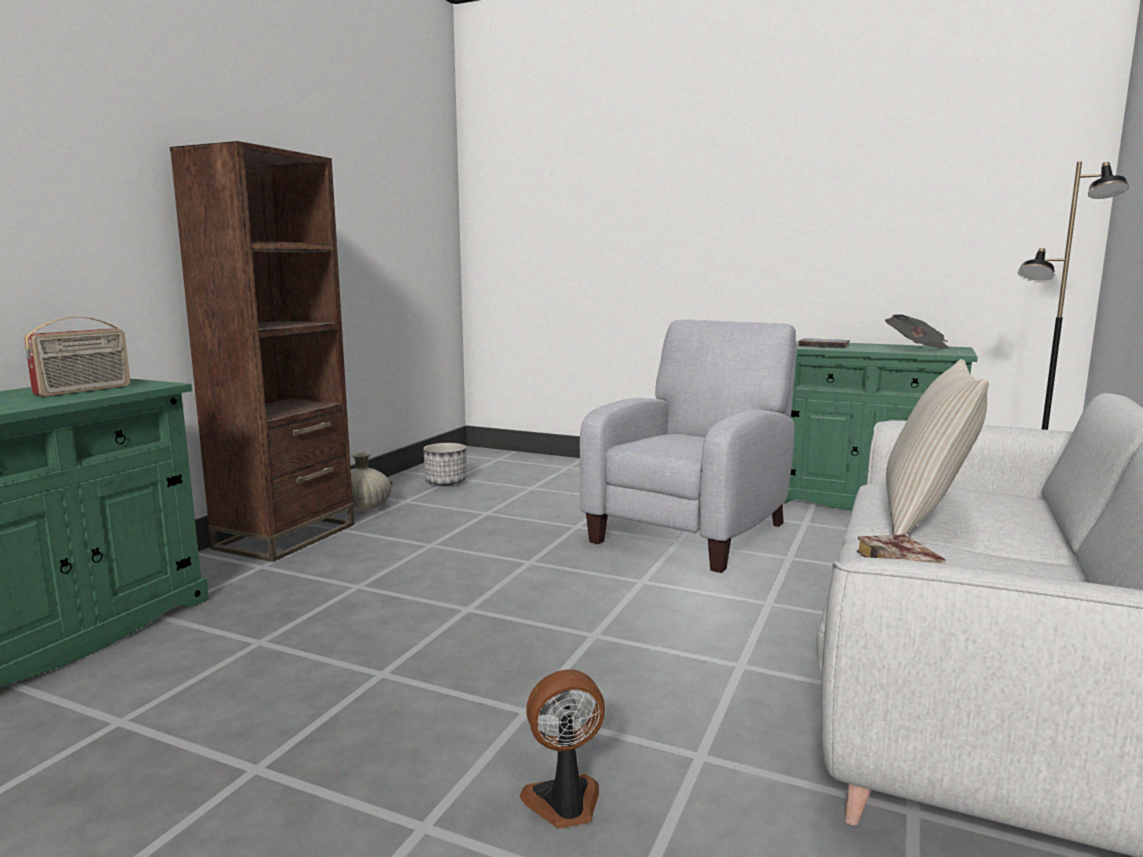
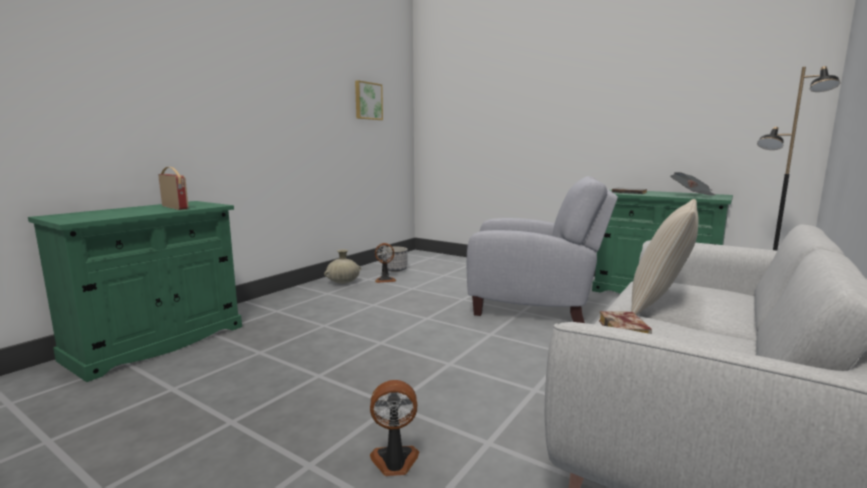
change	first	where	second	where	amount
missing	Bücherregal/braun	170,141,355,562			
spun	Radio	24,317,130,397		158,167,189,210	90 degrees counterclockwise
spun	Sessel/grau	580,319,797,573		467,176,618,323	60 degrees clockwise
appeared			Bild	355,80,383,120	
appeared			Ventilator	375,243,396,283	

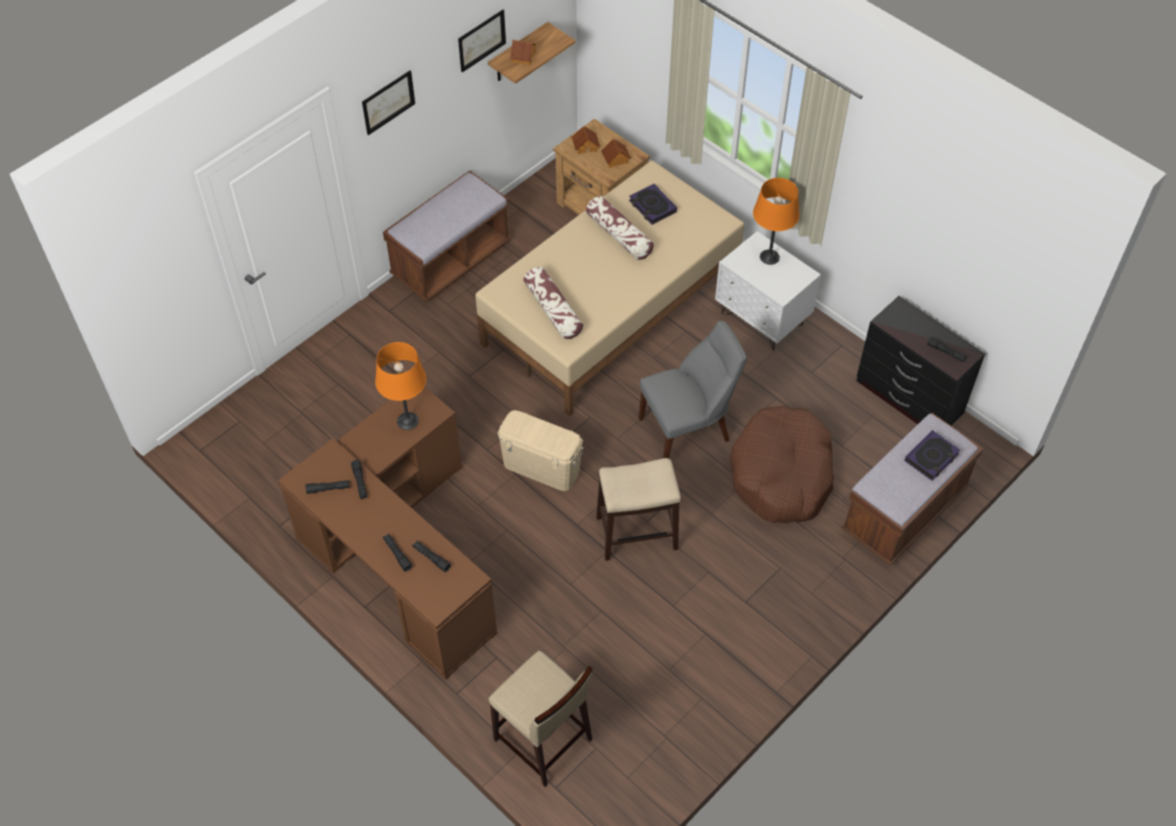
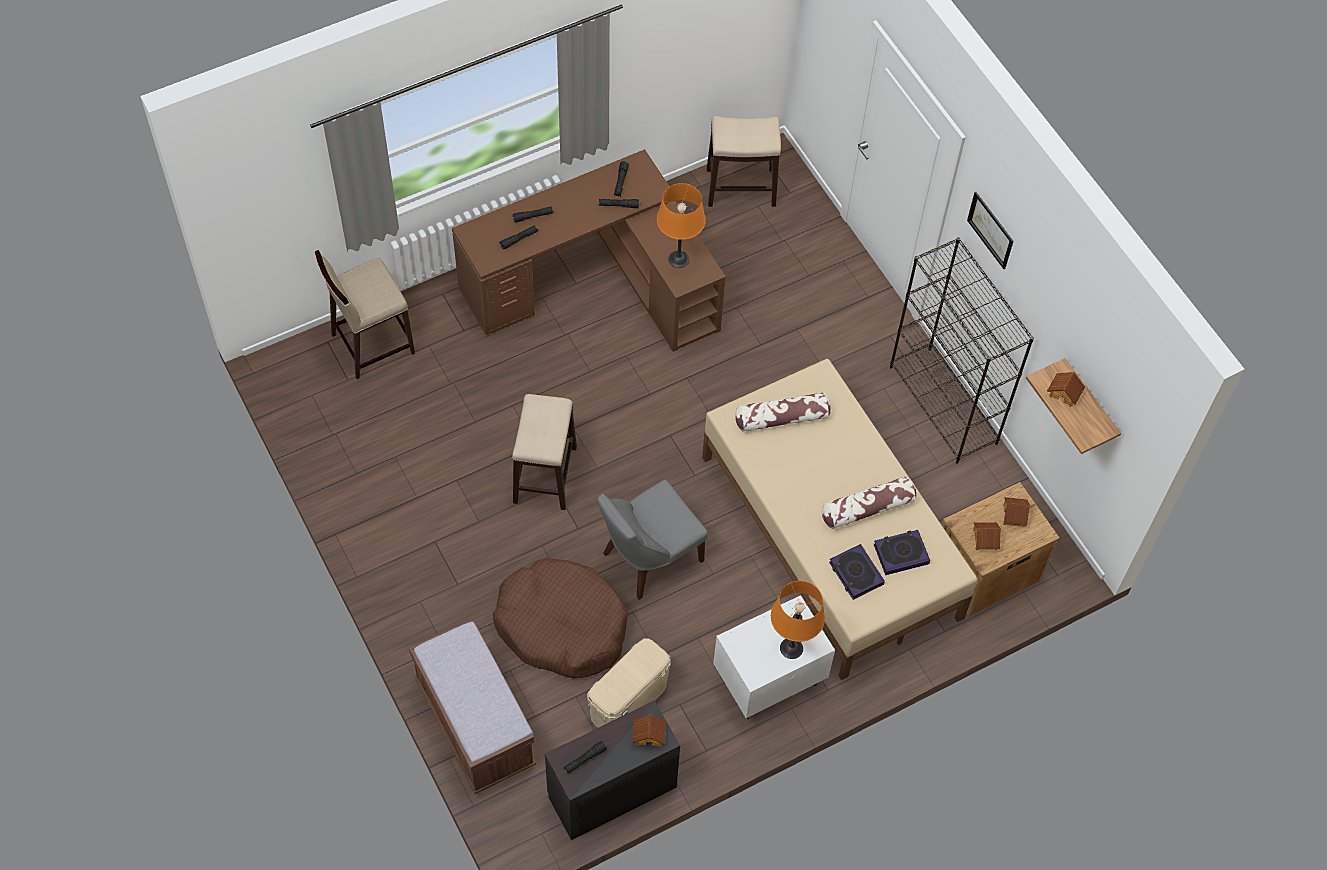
change	first	where	second	where	amount
missing	Bild	458,10,506,73			
exchanged	Bank/braun	383,171,511,302	Bücherregal/schwarz	890,237,1034,464	
spun	Stuhl/grau	639,321,747,459		597,480,708,600	60 degrees clockwise
relocated	Aufbewahrungsbox/beige	497,410,584,491		587,638,671,728	
relocated	Buch	904,430,960,481		829,544,885,600	
appeared			Hocker	707,116,781,207	
appeared			Spielzeughaus	632,714,666,747	

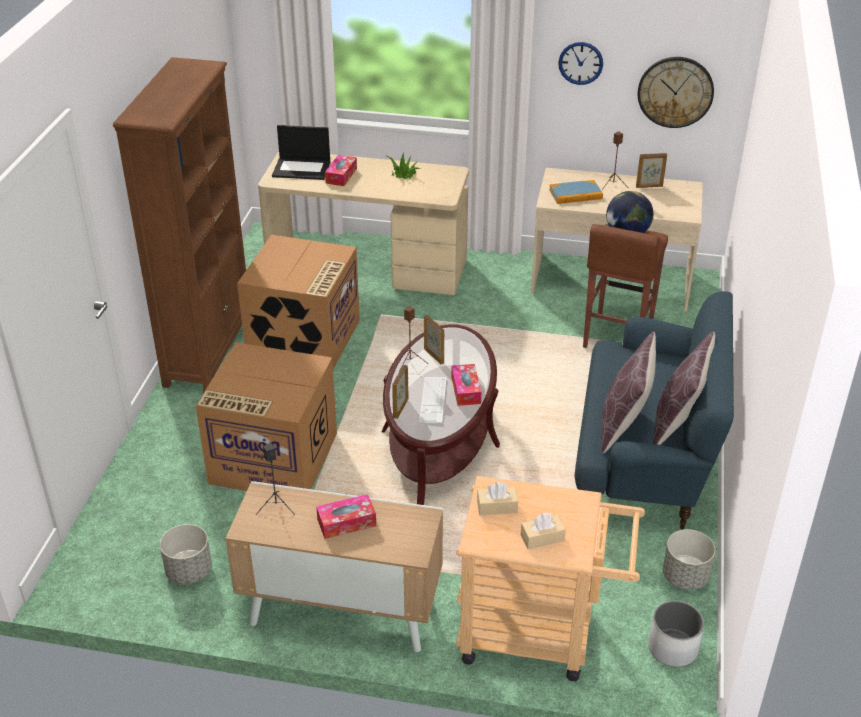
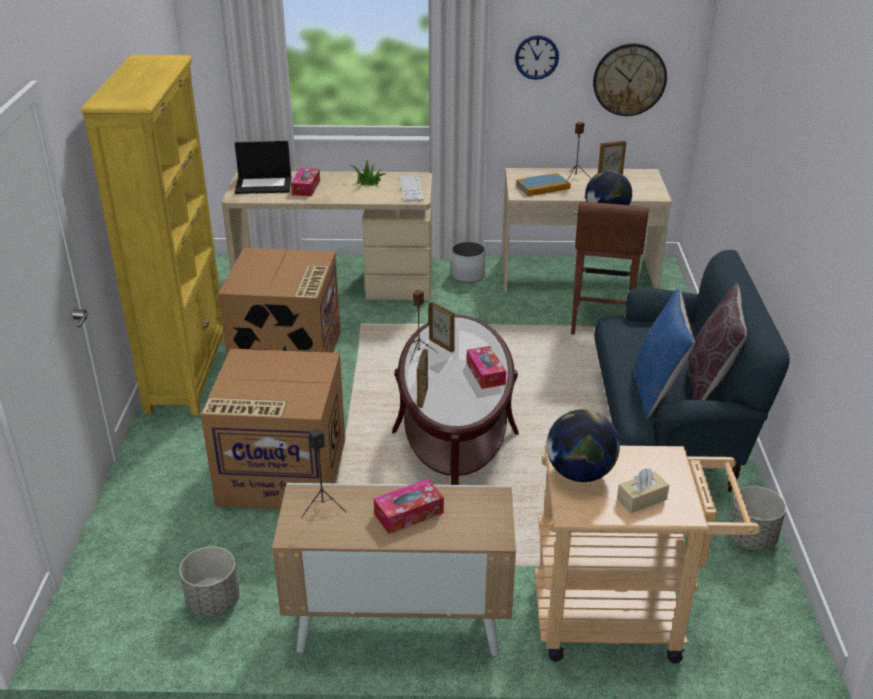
change	first	where	second	where	amount
colour	Bücherregal/braun	113,57,246,392	Bücherregal/gelb	81,55,225,415	
colour	Kissen/braun	601,332,656,454	Kissen/blau	634,288,695,419	
relocated	Tastatur	419,377,447,424		400,175,423,202	
exchanged	Taschentuchbox/beige	477,482,518,515	Globus	547,409,620,482	
relocated	Pflanzkübel/weiß	648,601,704,667		451,242,486,283	

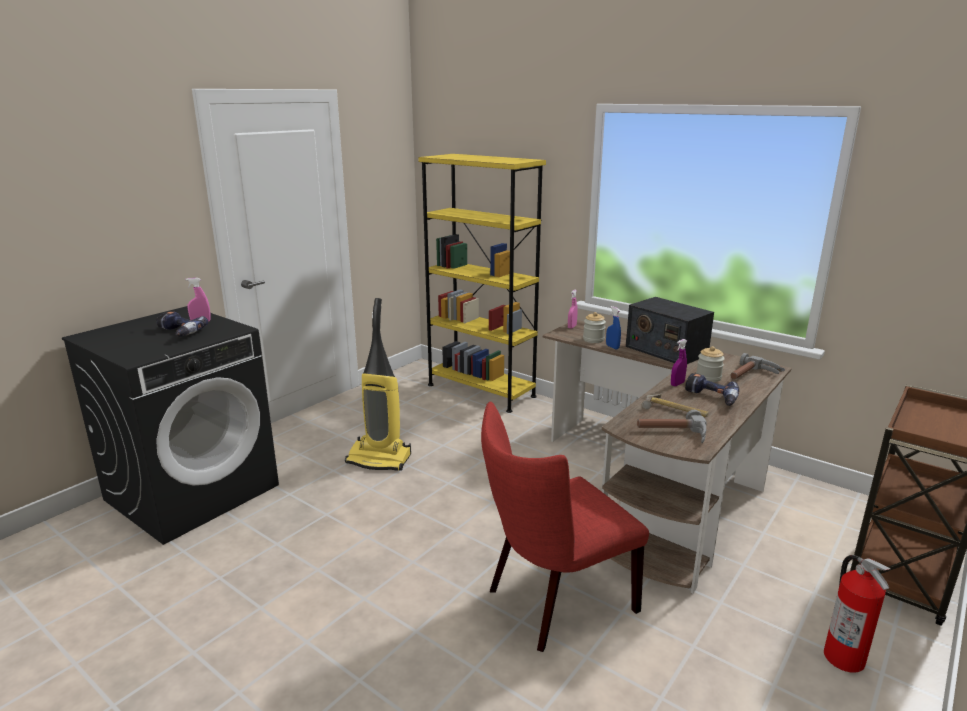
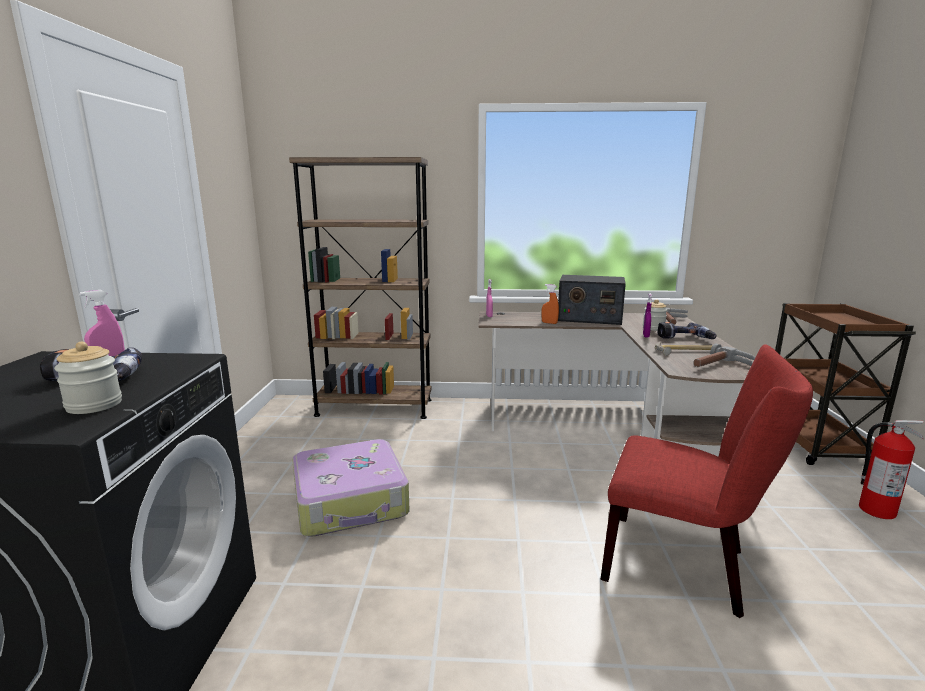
change	first	where	second	where	amount
colour	Bücherregal/gelb	418,154,546,413	Bücherregal/braun	289,157,431,419	
exchanged	Staubsauger	345,298,411,471	Koffer	292,439,410,537	
colour	Sprühflasche/blau	606,306,621,350	Sprühflasche/orange	541,284,559,324	
relocated	Vorratsglas	583,312,606,343		54,342,122,414	
spun	Stuhl/rot	481,402,649,652		600,344,813,618	90 degrees counterclockwise

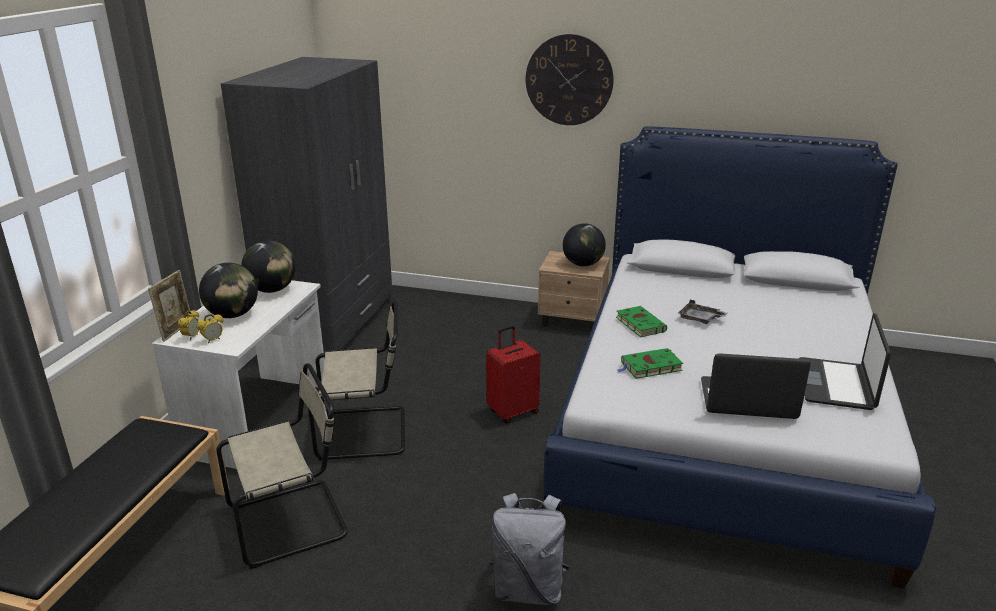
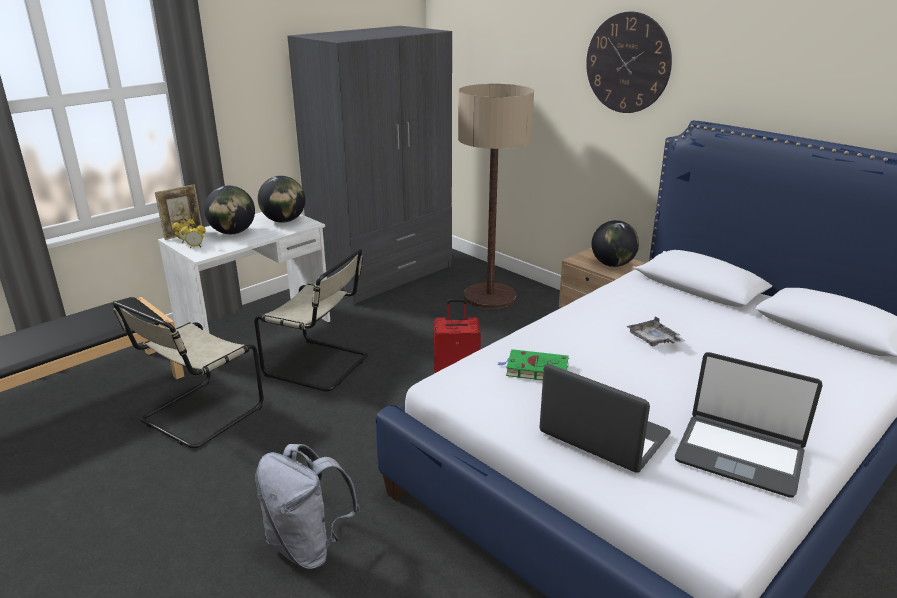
change	first	where	second	where	amount
missing	Buch/grün	616,306,667,337			
spun	Laptop	799,313,891,410		675,352,823,498	105 degrees counterclockwise
spun	Stuhl/beige	216,363,348,569		112,301,264,448	120 degrees clockwise
appeared			Stehlampe	458,84,534,309	

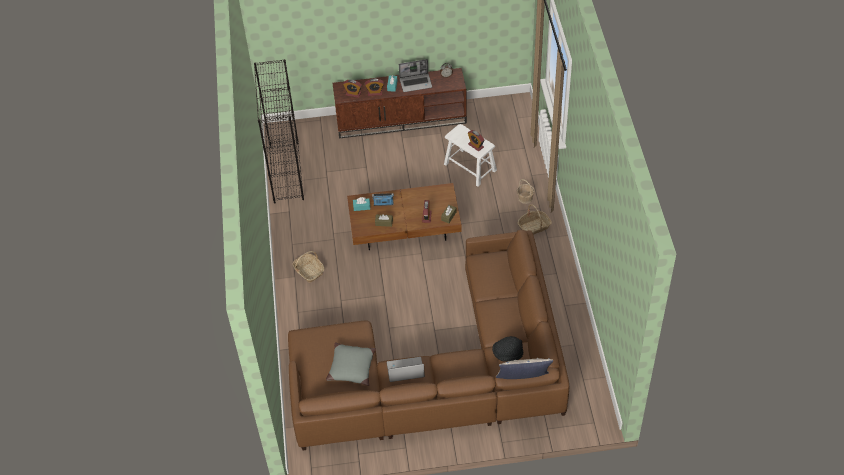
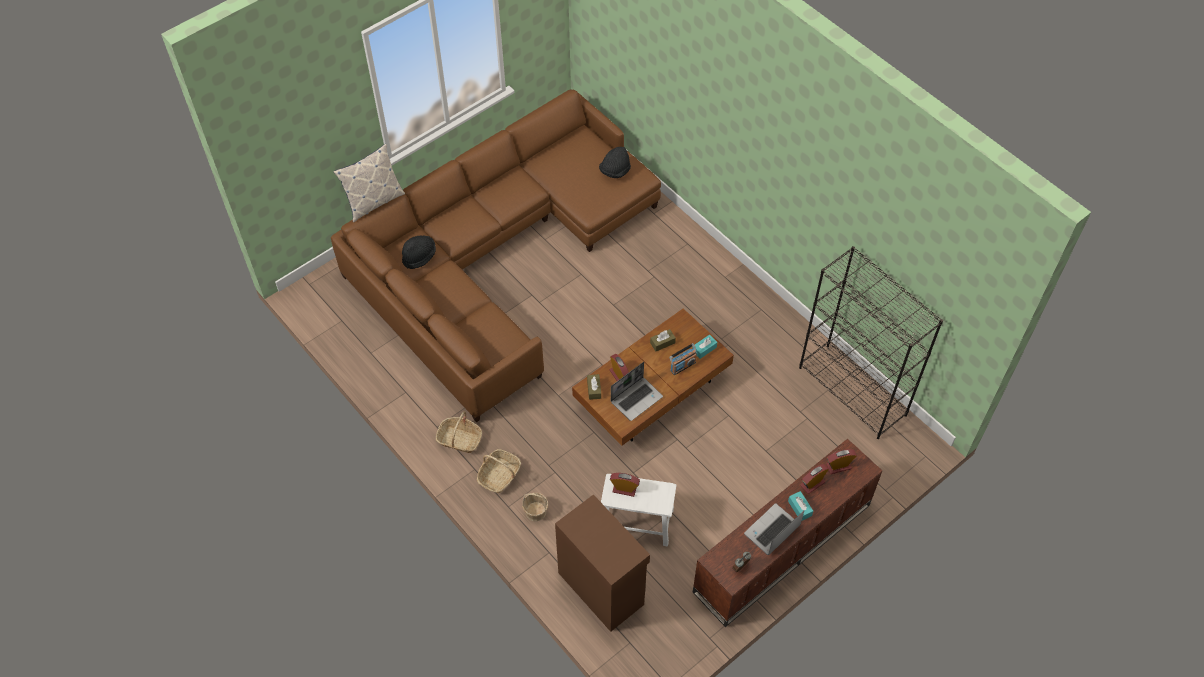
change	first	where	second	where	amount
relocated	Korb	292,251,325,283		436,411,482,453	
missing	Kissen/grau	326,342,376,386			
relocated	Laptop	387,357,425,382		611,362,663,421	
appeared			Hut/schwarz	599,147,631,178	
appeared			Schrank/braun	555,494,650,632	

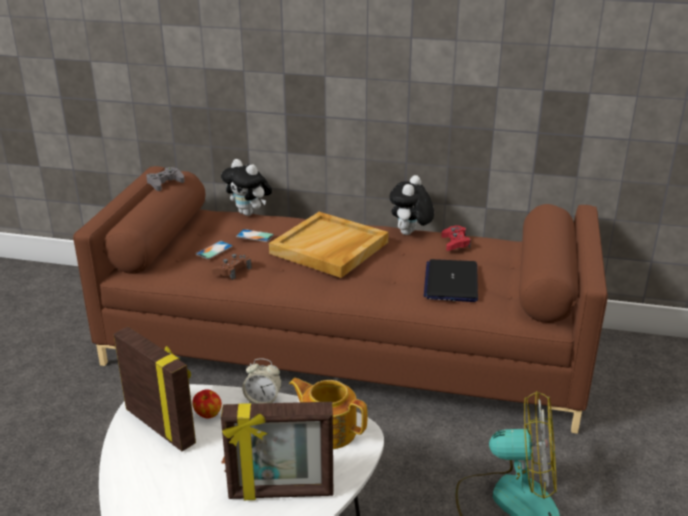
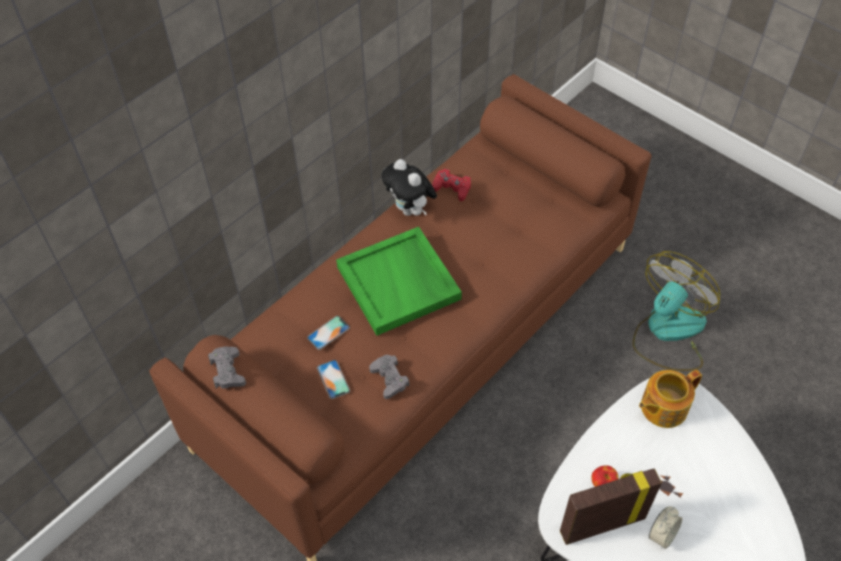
change	first	where	second	where	amount
missing	Plüschtier	221,159,272,216			
colour	Tablett/beige	269,212,389,278	Tablett/grün	336,227,462,336	
colour	Gamepad/braun	212,253,251,280	Gamepad/grau	369,355,409,399	
missing	Laptop	424,259,478,302			
relocated	Wecker	242,358,282,404		649,506,682,549	
missing	Bilderrahmen	221,402,333,500			

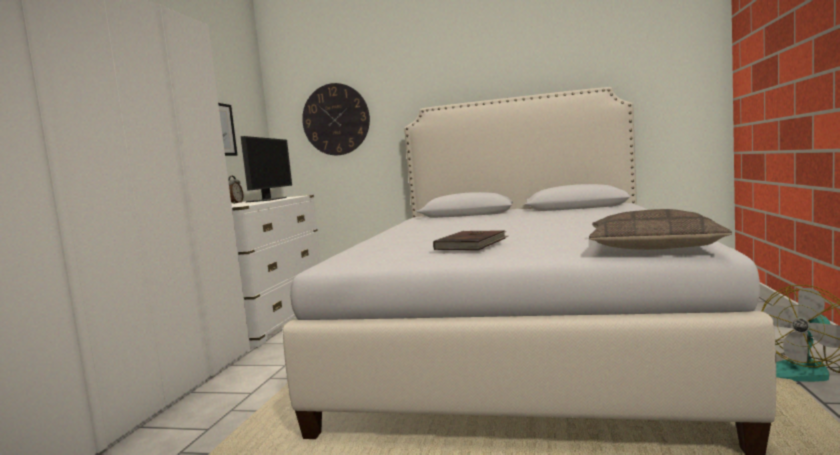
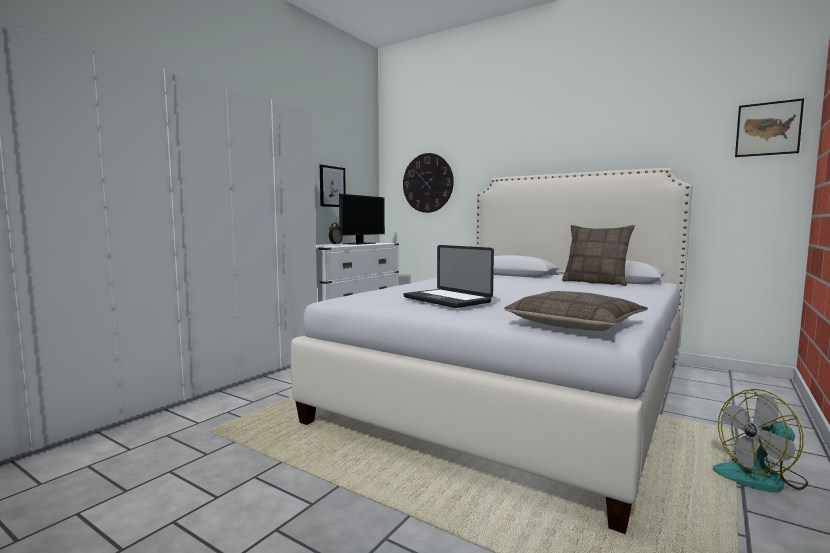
change	first	where	second	where	amount
exchanged	Buch/braun	433,230,508,250	Laptop	404,245,494,308	
appeared			Bild	735,98,804,157	
appeared			Kissen	562,225,635,286	

